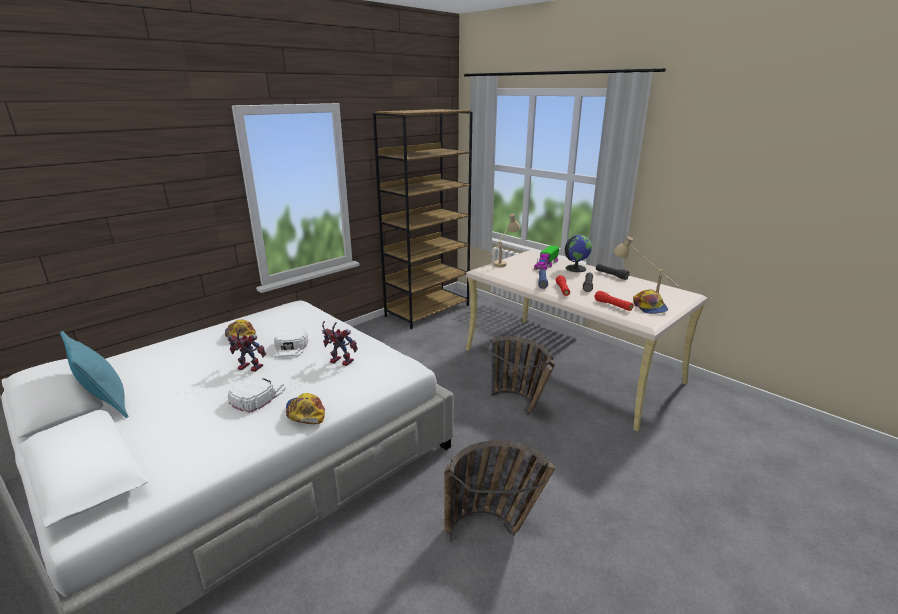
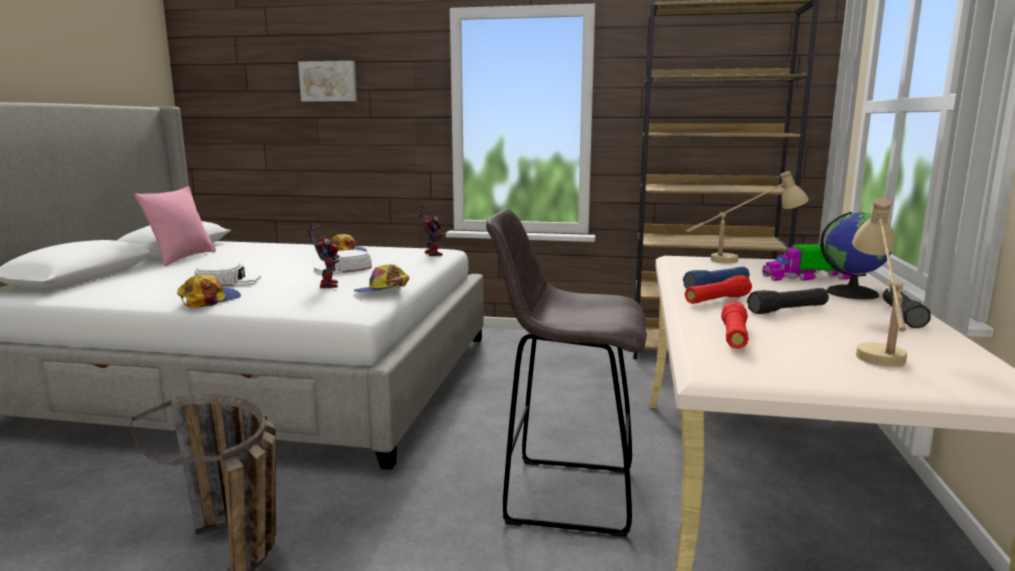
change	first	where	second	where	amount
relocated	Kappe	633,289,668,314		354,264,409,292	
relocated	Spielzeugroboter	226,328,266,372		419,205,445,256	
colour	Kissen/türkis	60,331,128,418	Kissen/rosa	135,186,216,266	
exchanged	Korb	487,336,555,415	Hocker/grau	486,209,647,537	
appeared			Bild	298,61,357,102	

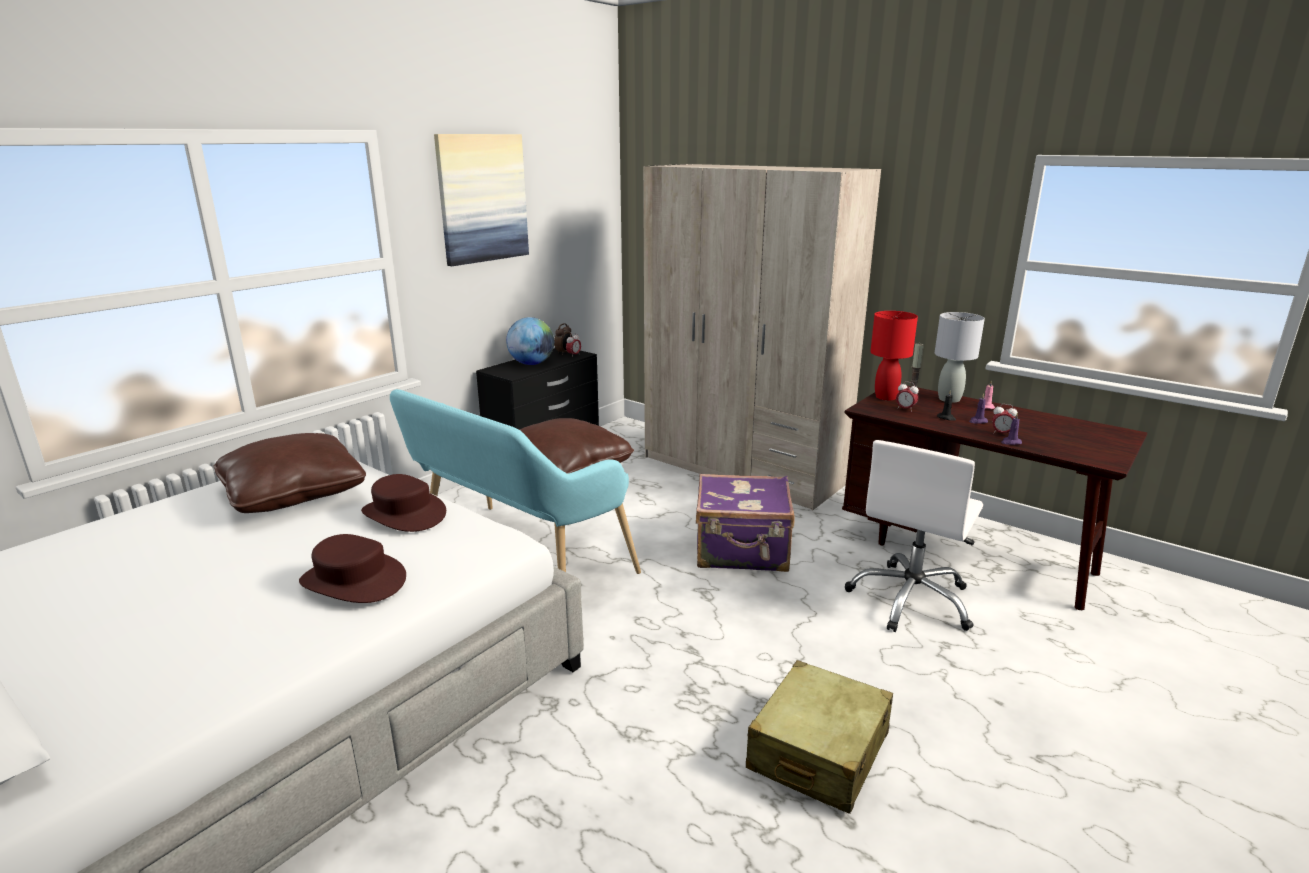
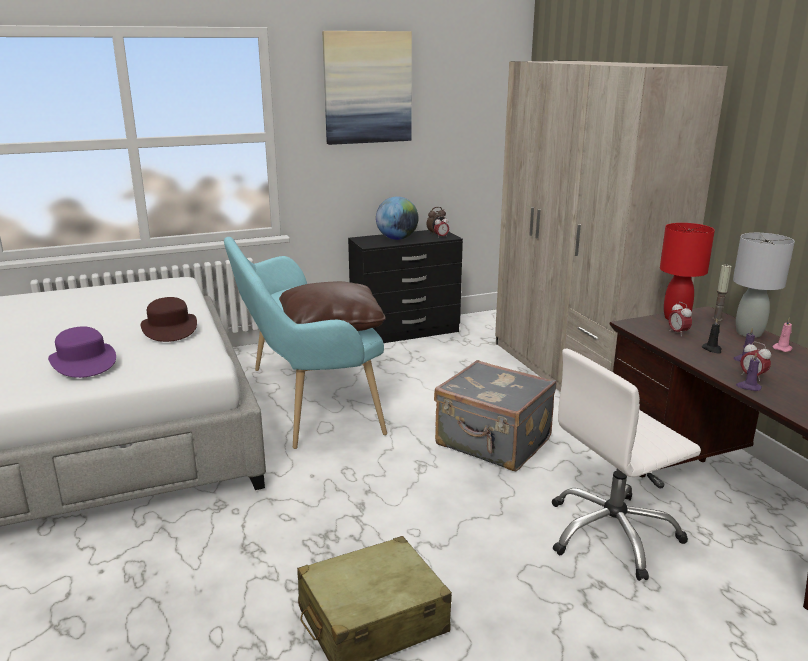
change	first	where	second	where	amount
missing	Kissen/braun	214,433,366,513			
colour	Koffer/lila	696,473,795,572	Koffer/grau	434,360,556,471	
colour	Hut/braun	299,534,406,603	Hut/lila	48,326,116,378	

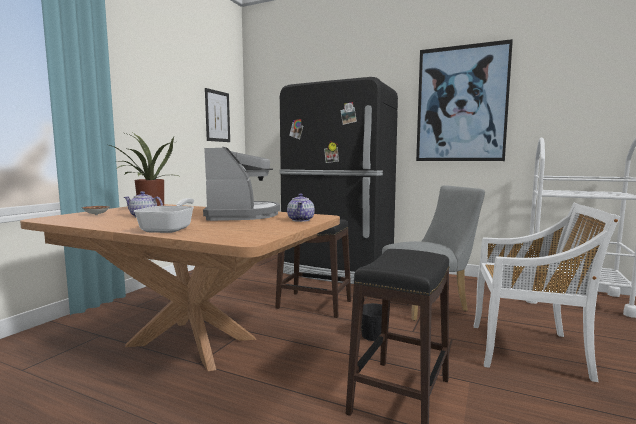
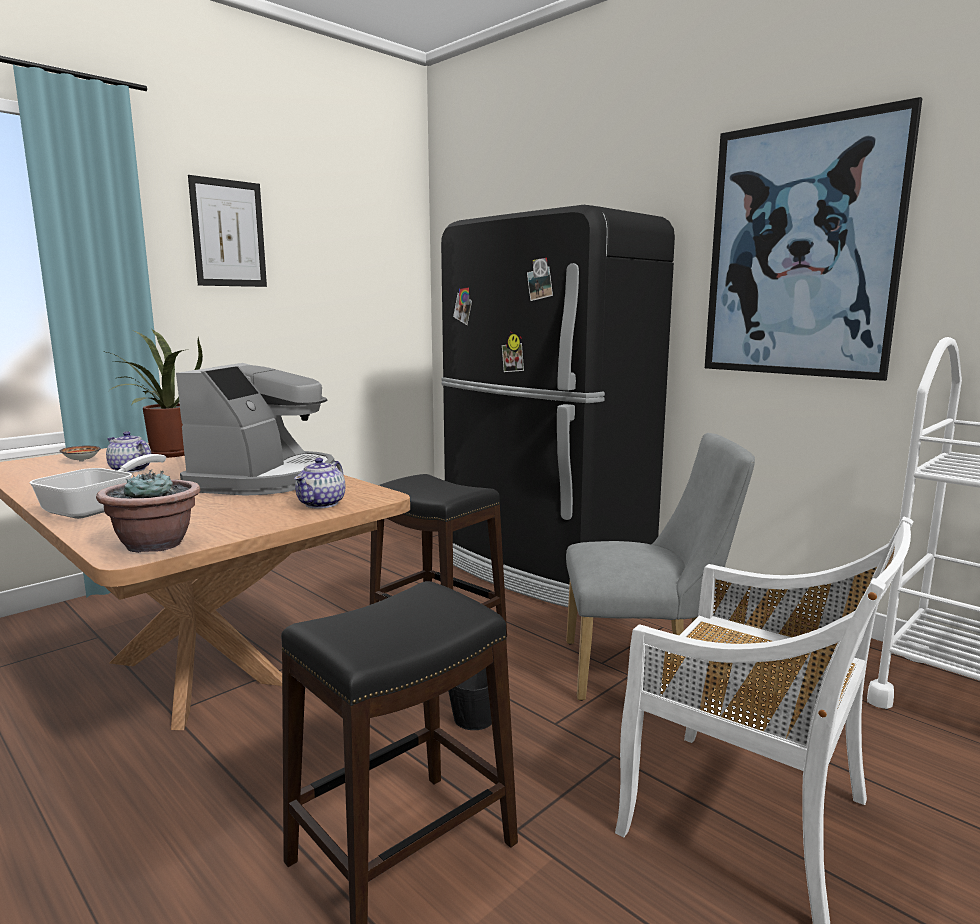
change	first	where	second	where	amount
relocated	Bild	205,88,230,142		188,175,267,287	
appeared			Topfpflanze	96,469,200,553	

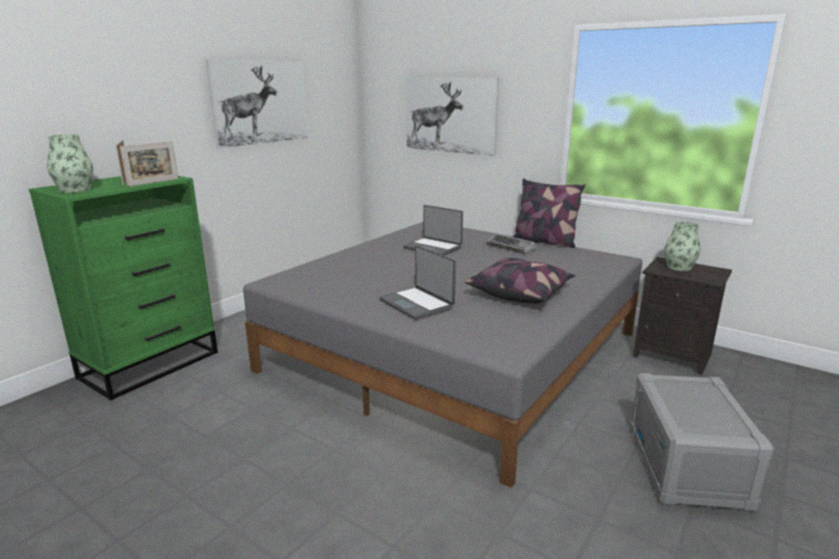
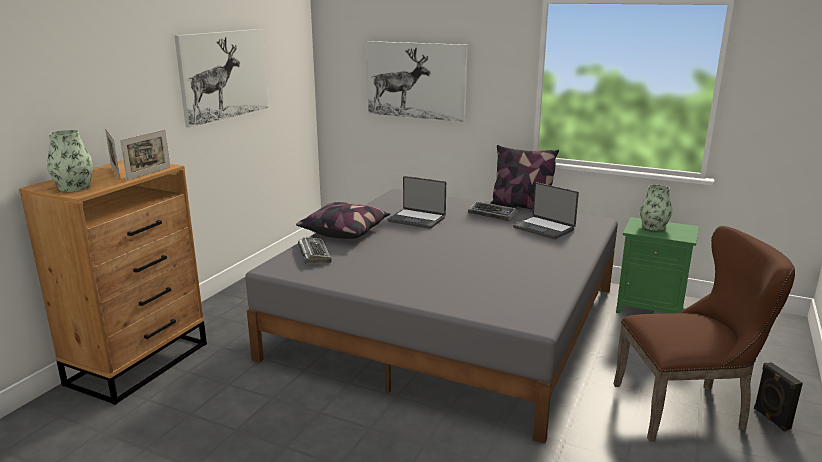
change	first	where	second	where	amount
colour	Kommode/grün	29,176,218,401	Kommode/braun	19,160,207,405	
relocated	Laptop	379,245,456,320		513,182,579,239	
colour	Nachttisch/schwarz	633,257,732,375	Nachttisch/grün	616,217,699,314	
relocated	Kissen	465,258,575,304		296,202,391,239	
exchanged	Aufbewahrungsbox/grau	629,373,775,511	Stuhl/braun	613,226,795,441	
appeared			Tastatur	298,237,332,264	
appeared			Lautsprecher/schwarz	754,362,803,432	

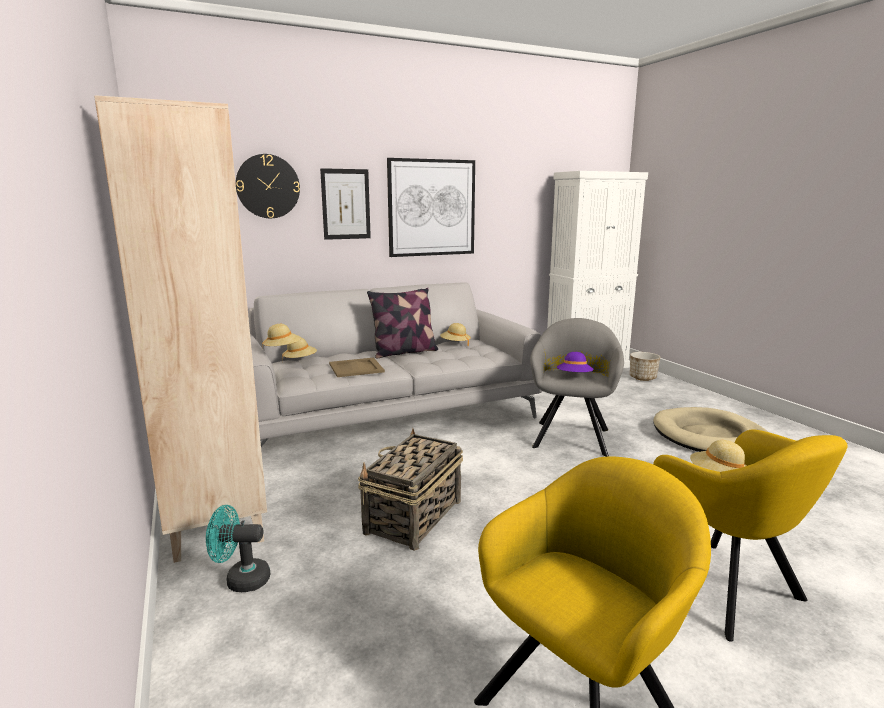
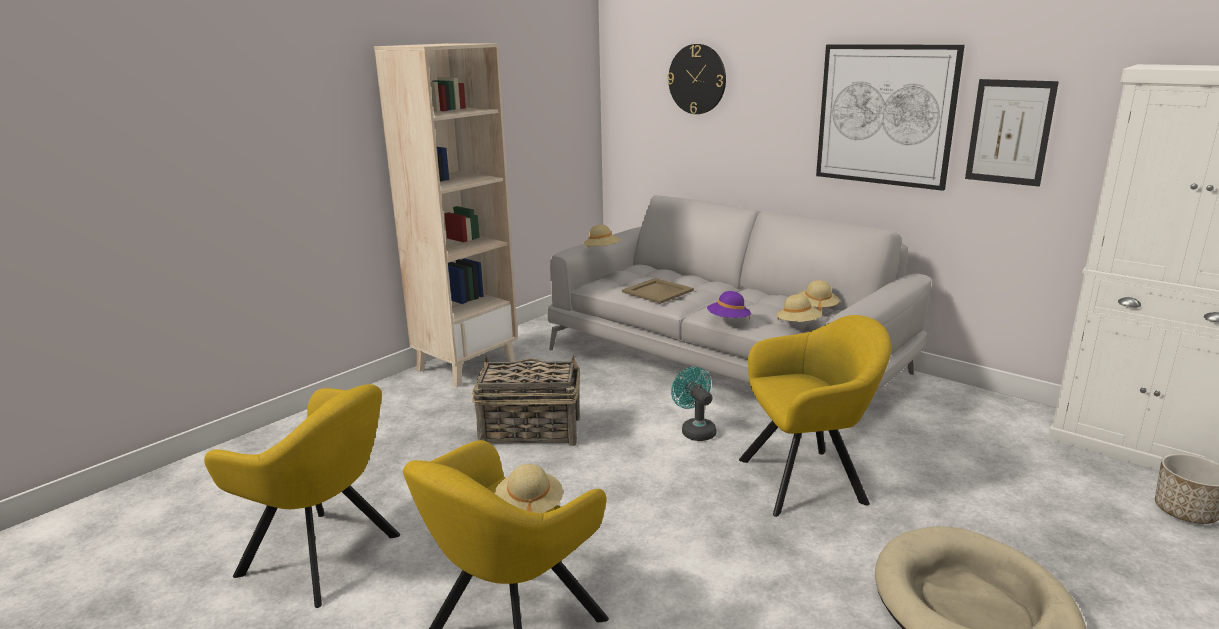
change	first	where	second	where	amount
relocated	Bild	320,168,371,240		965,79,1059,187	
missing	Kissen	367,288,438,359			
colour	Sessel/grau	530,318,624,457	Sessel/gelb	739,315,891,517	
relocated	Hut/beige	282,338,317,359		777,294,822,322	
relocated	Hut/lila	557,352,594,372		707,291,751,319	
relocated	Ventilator/türkis	206,505,271,592		671,367,716,441	

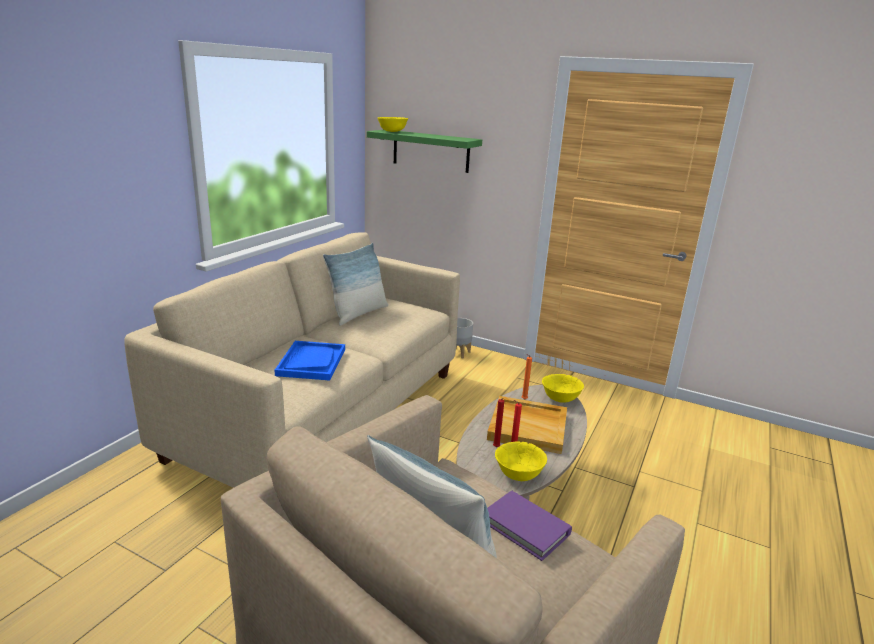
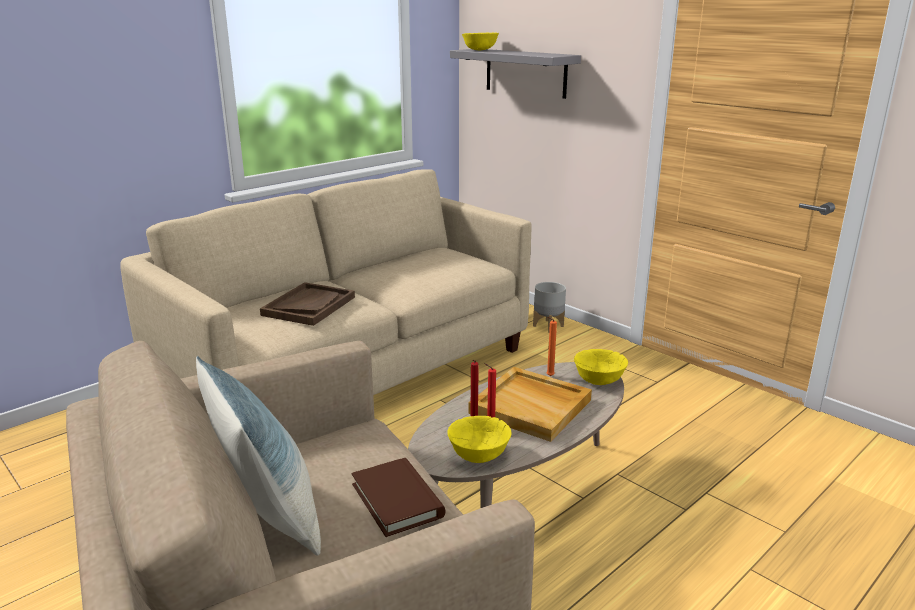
change	first	where	second	where	amount
colour	Wandregal/grün	367,130,482,173	Wandregal/grau	450,49,581,99	
missing	Kissen	323,243,388,326			
colour	Tablett/blau	274,341,345,381	Tablett/braun	260,282,355,326	
colour	Buch/lila	487,490,572,561	Buch/braun	352,458,445,537	

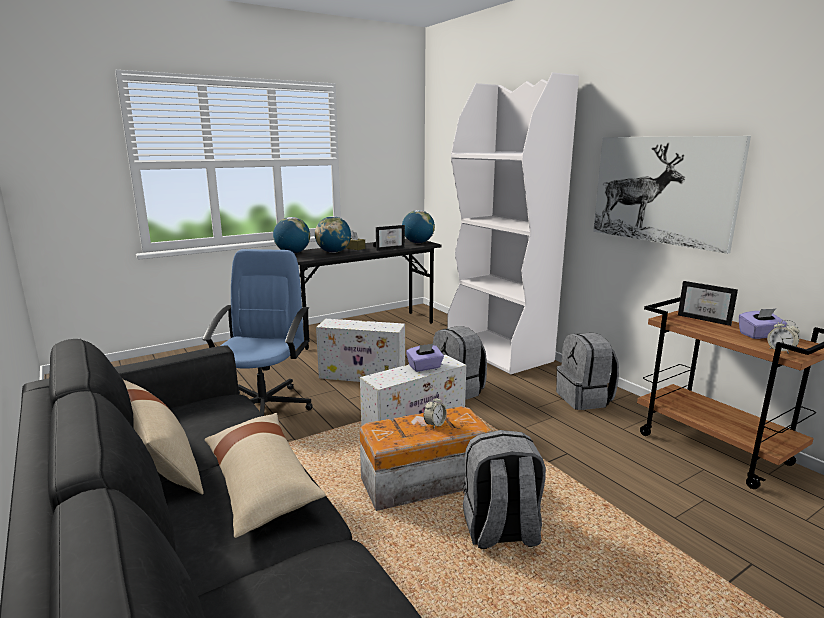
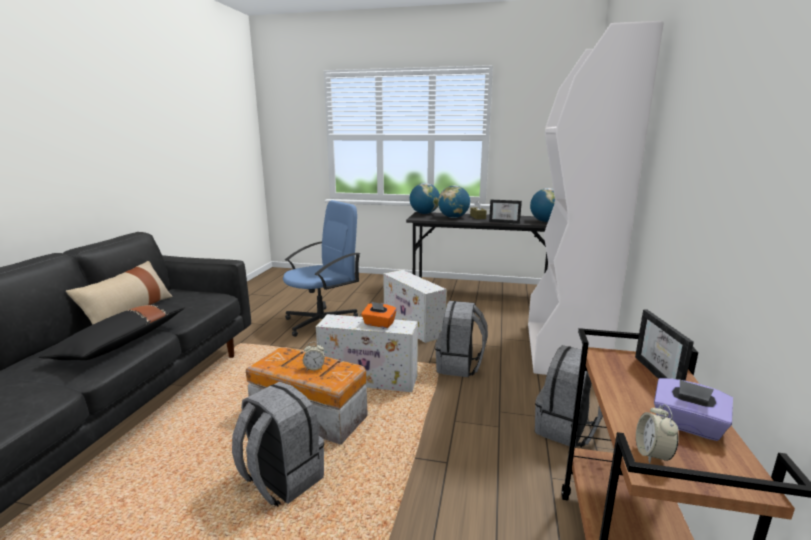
change	first	where	second	where	amount
missing	Bild	593,136,751,254			
colour	Taschentuchbox/lila	406,344,444,372	Taschentuchbox/orange	361,302,397,328	
colour	Kissen/beige	205,413,326,538	Kissen/schwarz	39,304,185,360	

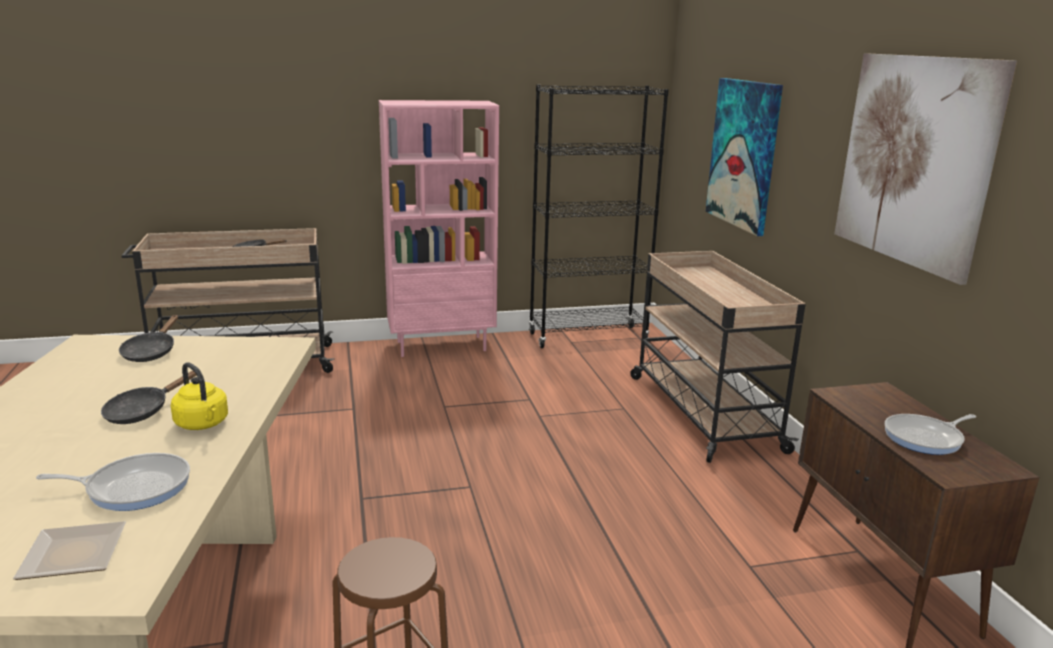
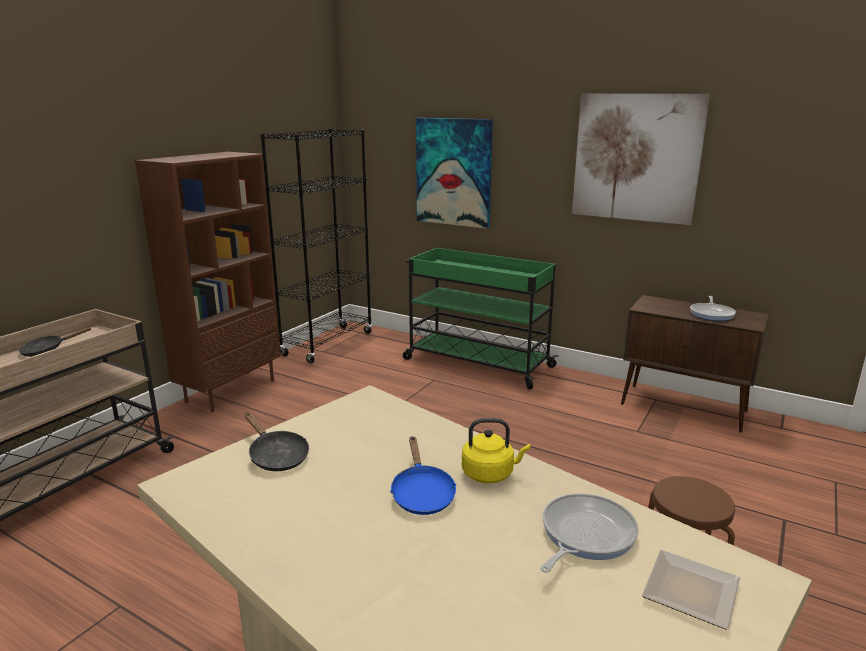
change	first	where	second	where	amount
colour	Bücherregal/rosa	379,100,499,357	Bücherregal/braun	135,152,281,412	
colour	Rollwagen/beige	630,251,806,463	Rollwagen/grün	403,248,559,390	
colour	Pfanne/schwarz	101,369,200,424	Pfanne/blau	390,436,457,515	

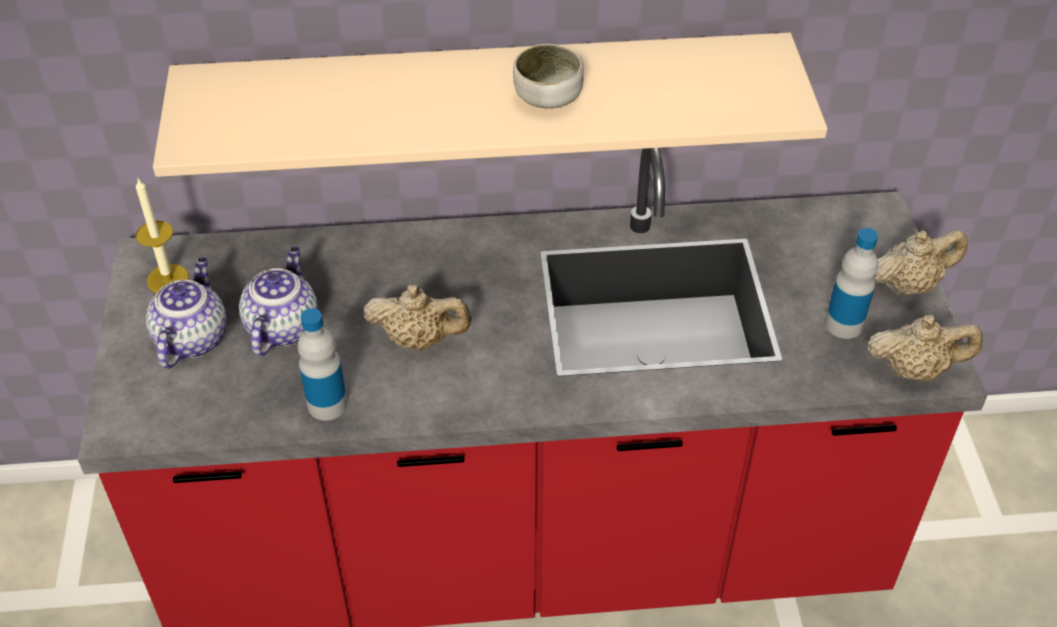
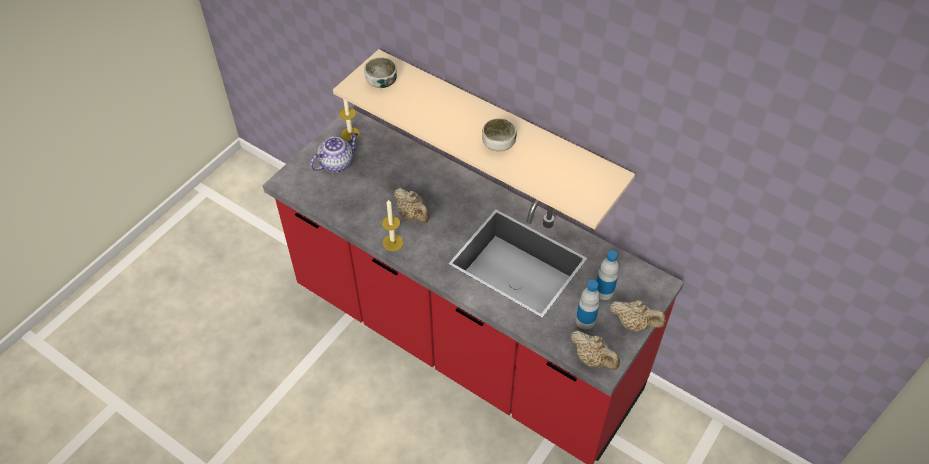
change	first	where	second	where	amount
missing	Teekanne	239,246,318,356			
relocated	Flasche	298,308,347,421		597,250,619,300	
appeared			Schüssel	364,57,397,88	
appeared			Kerze	382,199,404,251	

